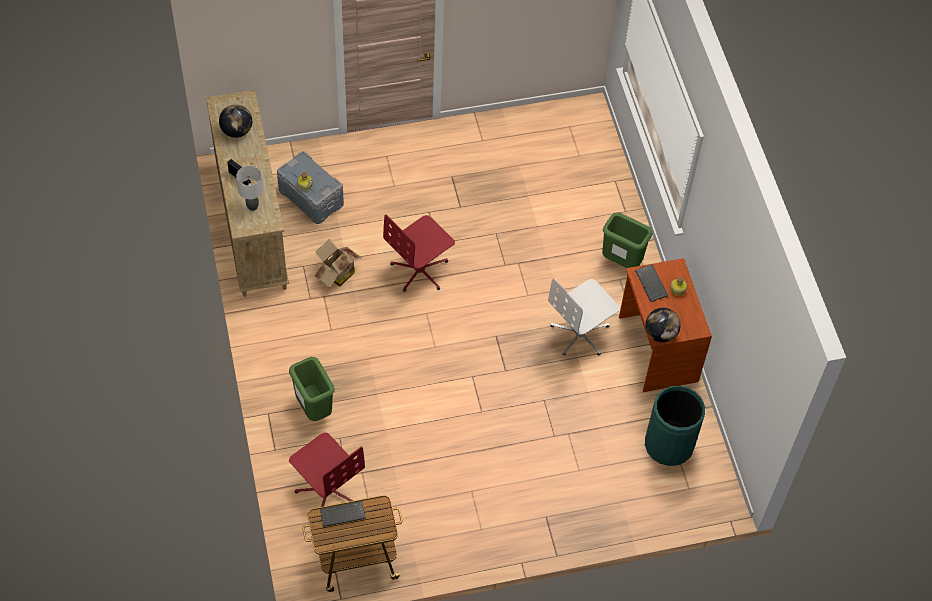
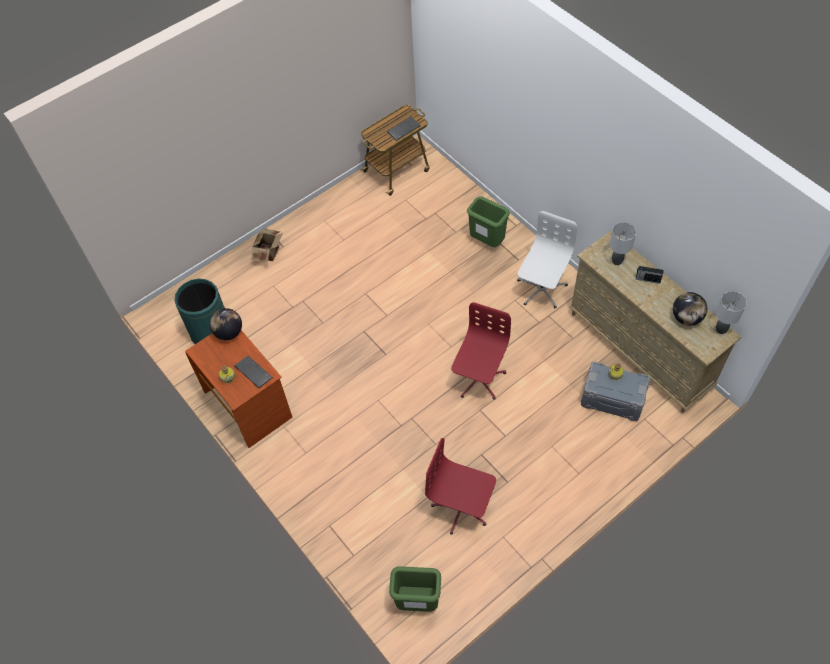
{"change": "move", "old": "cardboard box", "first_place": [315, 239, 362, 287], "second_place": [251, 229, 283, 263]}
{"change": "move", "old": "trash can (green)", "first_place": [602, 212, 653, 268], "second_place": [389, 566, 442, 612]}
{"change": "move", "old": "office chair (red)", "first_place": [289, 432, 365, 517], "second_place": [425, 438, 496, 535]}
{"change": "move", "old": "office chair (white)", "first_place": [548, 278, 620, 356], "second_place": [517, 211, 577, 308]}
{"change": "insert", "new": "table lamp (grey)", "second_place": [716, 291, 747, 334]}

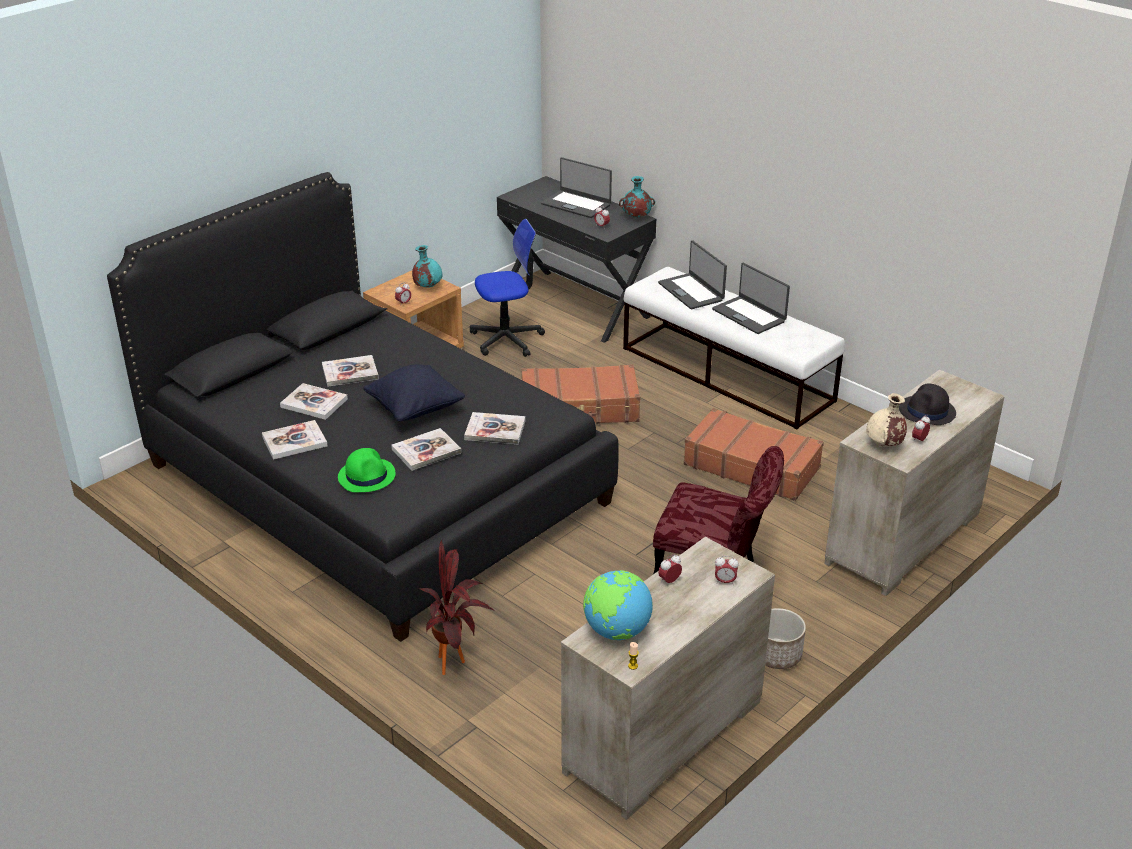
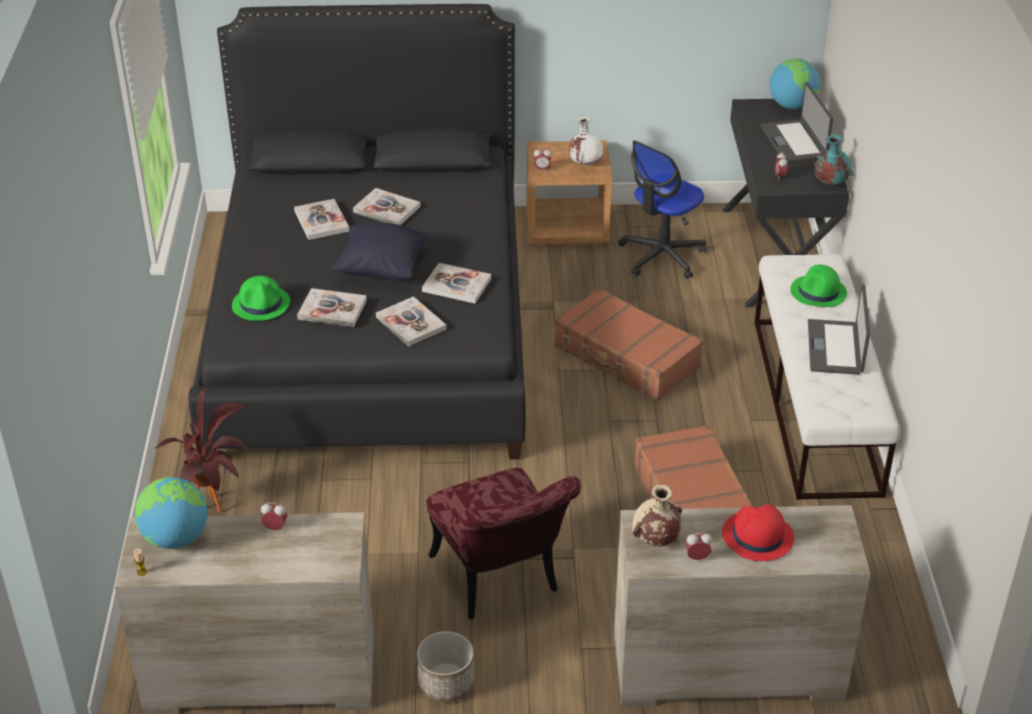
{"change": "move", "old": "book", "first_place": [262, 420, 327, 460], "second_place": [422, 263, 491, 304]}
{"change": "recolor", "old": "vase (turquoise)", "new": "vase (white)", "first_place": [412, 245, 442, 287], "second_place": [569, 117, 603, 165]}
{"change": "rotate", "old": "office chair", "first_place": [470, 219, 545, 357], "second_place": [618, 140, 707, 279], "degrees": 105}
{"change": "recolor", "old": "hat (black)", "new": "hat (red)", "first_place": [899, 383, 956, 425], "second_place": [722, 504, 794, 561]}
{"change": "insert", "new": "globe", "second_place": [770, 58, 820, 109]}
{"change": "replace", "old": "laptop", "new": "hat (green)", "first_place": [658, 240, 727, 309], "second_place": [790, 265, 847, 307]}
{"change": "delete", "old": "alarm clock", "first_place": [715, 555, 739, 585]}

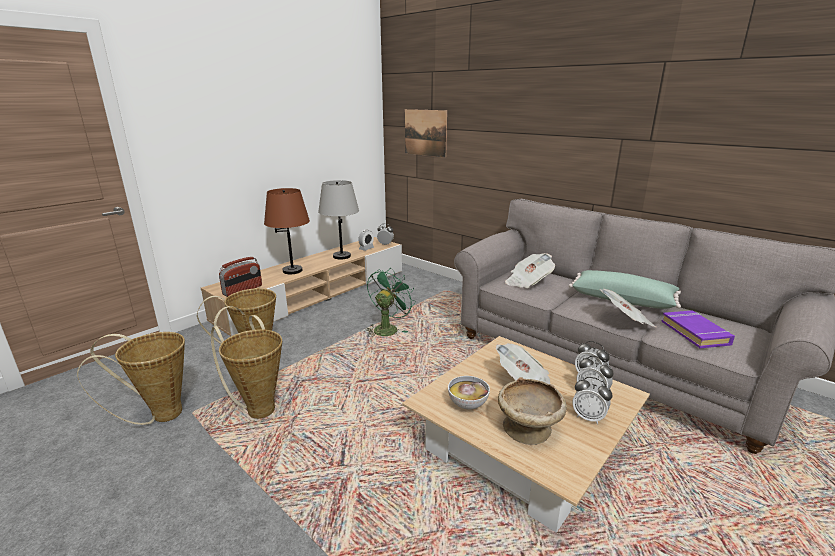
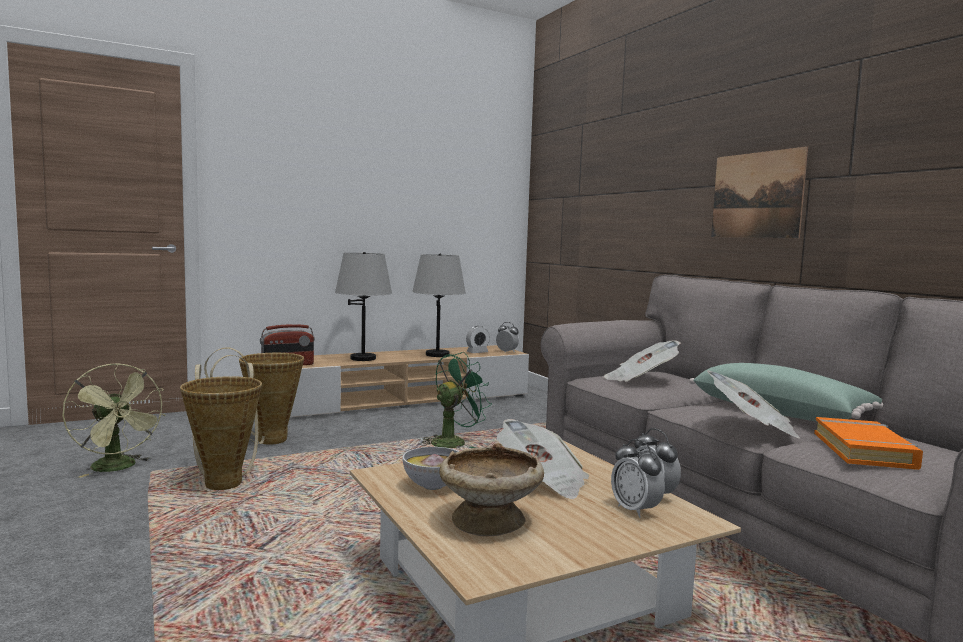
{"change": "replace", "old": "basket", "new": "fan (green)", "first_place": [77, 332, 185, 425], "second_place": [62, 363, 166, 478]}
{"change": "recolor", "old": "table lamp (brown)", "new": "table lamp (grey)", "first_place": [264, 188, 310, 274], "second_place": [335, 252, 392, 361]}
{"change": "move", "old": "picture", "first_place": [405, 109, 447, 158], "second_place": [711, 146, 808, 238]}
{"change": "recolor", "old": "book (purple)", "new": "book (orange)", "first_place": [661, 310, 735, 348], "second_place": [814, 417, 923, 470]}
{"change": "delete", "old": "alarm clock", "first_place": [572, 377, 612, 425]}

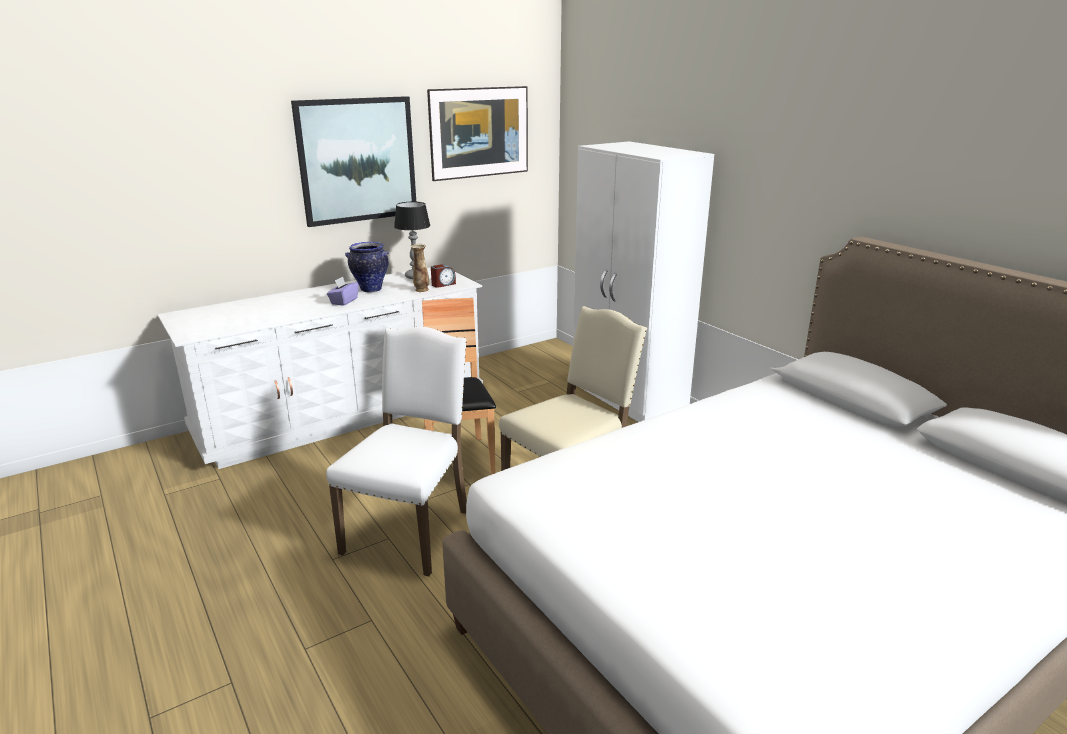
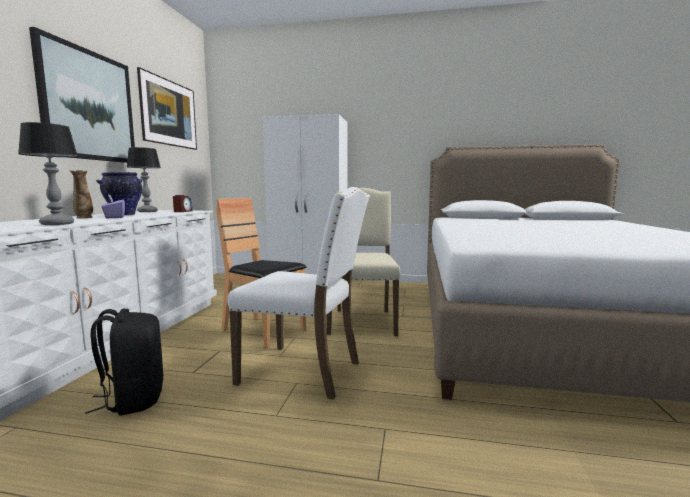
{"change": "insert", "new": "table lamp", "second_place": [18, 122, 78, 225]}
{"change": "move", "old": "vase", "first_place": [411, 244, 429, 292], "second_place": [69, 170, 93, 218]}
{"change": "insert", "new": "backpack (black)", "second_place": [85, 309, 163, 416]}
{"change": "rotate", "old": "chair (white)", "first_place": [326, 327, 467, 576], "second_place": [227, 187, 370, 400], "degrees": 135}

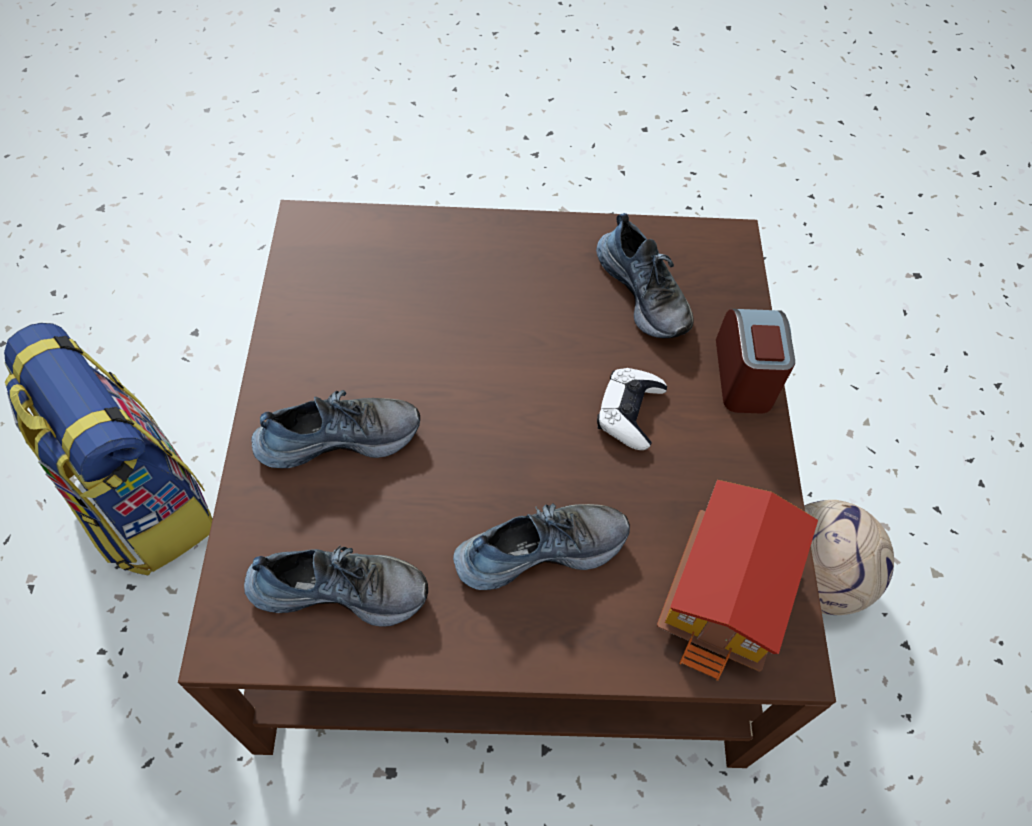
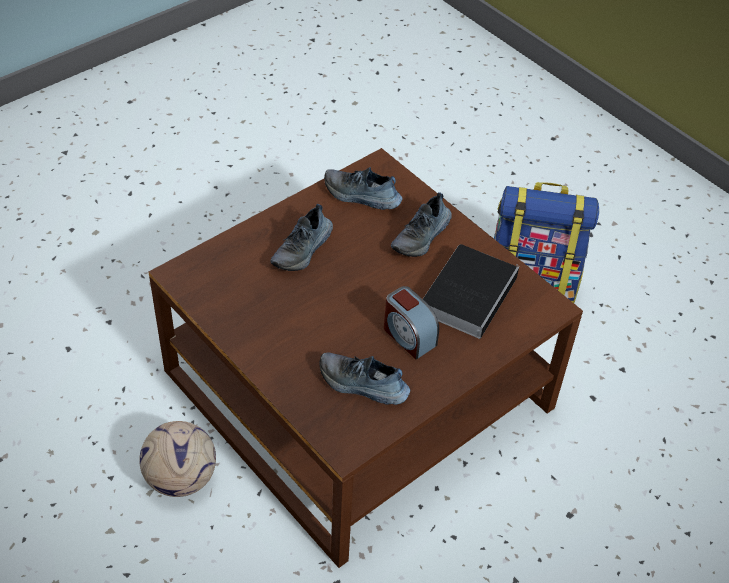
{"change": "rotate", "old": "shoe", "first_place": [244, 545, 428, 627], "second_place": [324, 167, 403, 210], "degrees": 60}
{"change": "move", "old": "alarm clock", "first_place": [716, 309, 795, 413], "second_place": [384, 286, 439, 359]}
{"change": "insert", "new": "book", "second_place": [423, 244, 519, 339]}
{"change": "delete", "old": "game controller (white)", "first_place": [597, 368, 667, 450]}
{"change": "delete", "old": "toy house", "first_place": [657, 480, 818, 681]}

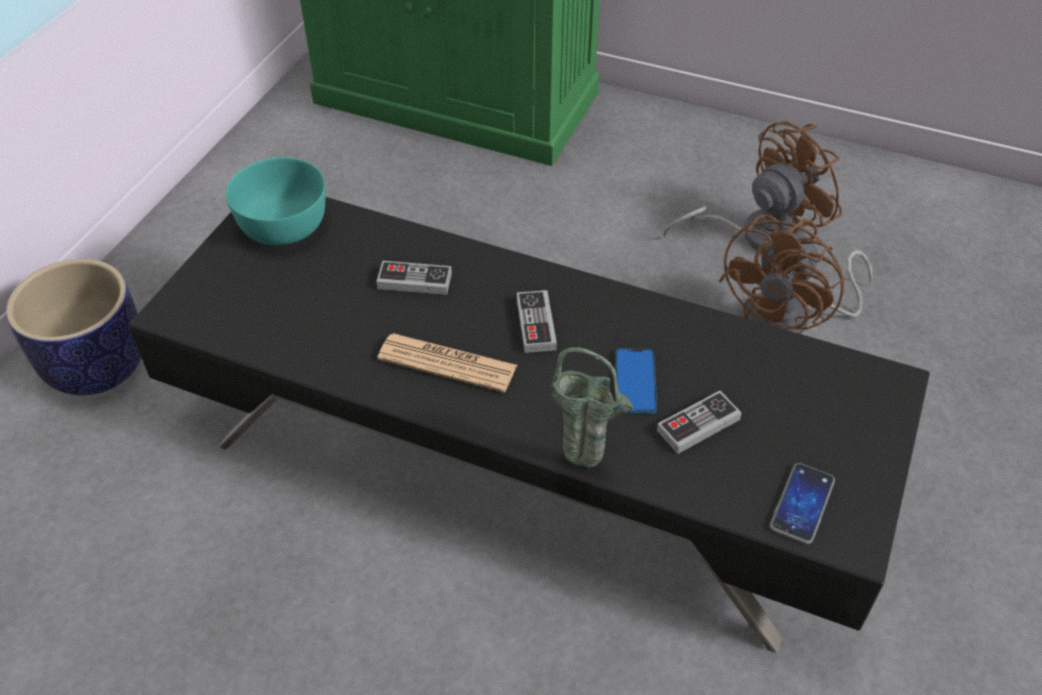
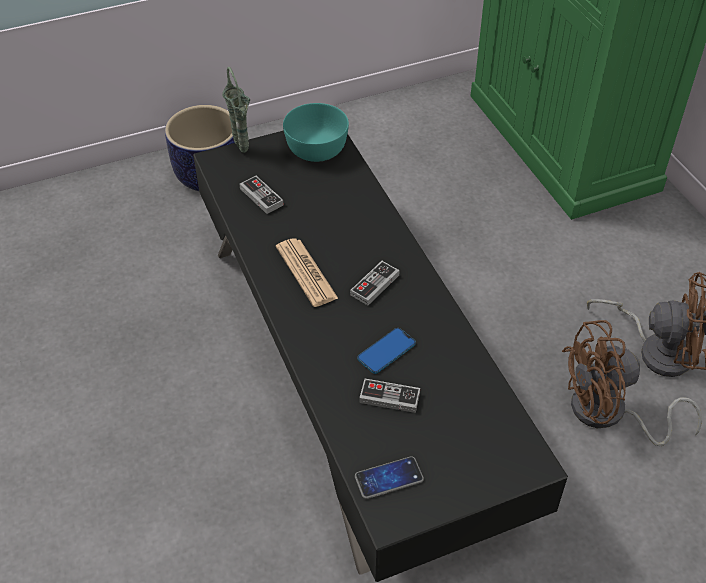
{"change": "move", "old": "vase (green)", "first_place": [551, 347, 633, 468], "second_place": [222, 67, 250, 153]}
{"change": "move", "old": "game controller", "first_place": [376, 261, 452, 295], "second_place": [239, 176, 284, 214]}

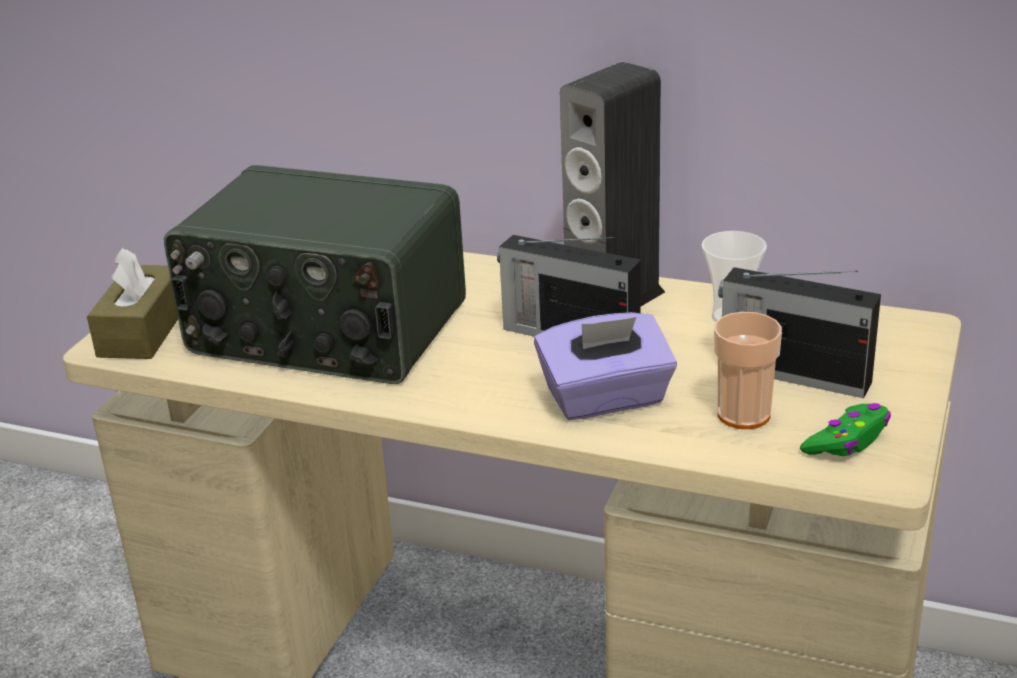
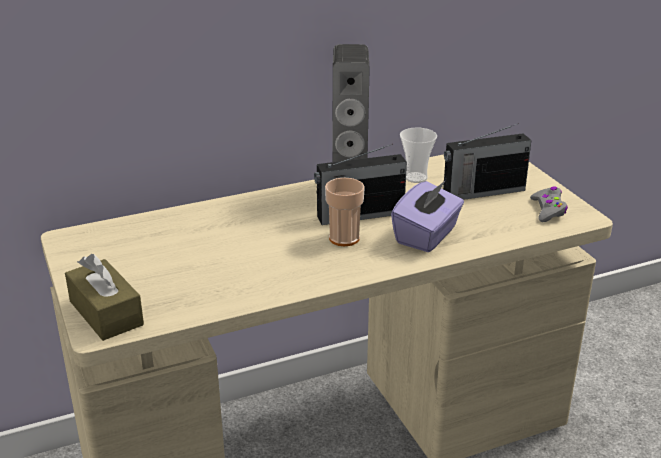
{"change": "move", "old": "cup", "first_place": [714, 312, 782, 429], "second_place": [325, 178, 365, 246]}
{"change": "recolor", "old": "game controller (green)", "new": "game controller (grey)", "first_place": [800, 403, 891, 456], "second_place": [530, 186, 568, 222]}
{"change": "delete", "old": "radio", "first_place": [164, 165, 466, 384]}

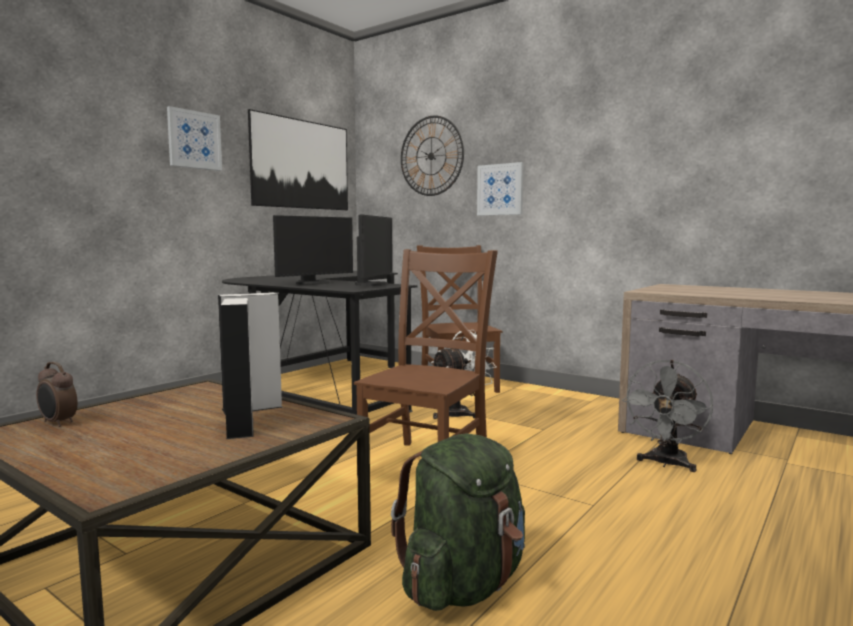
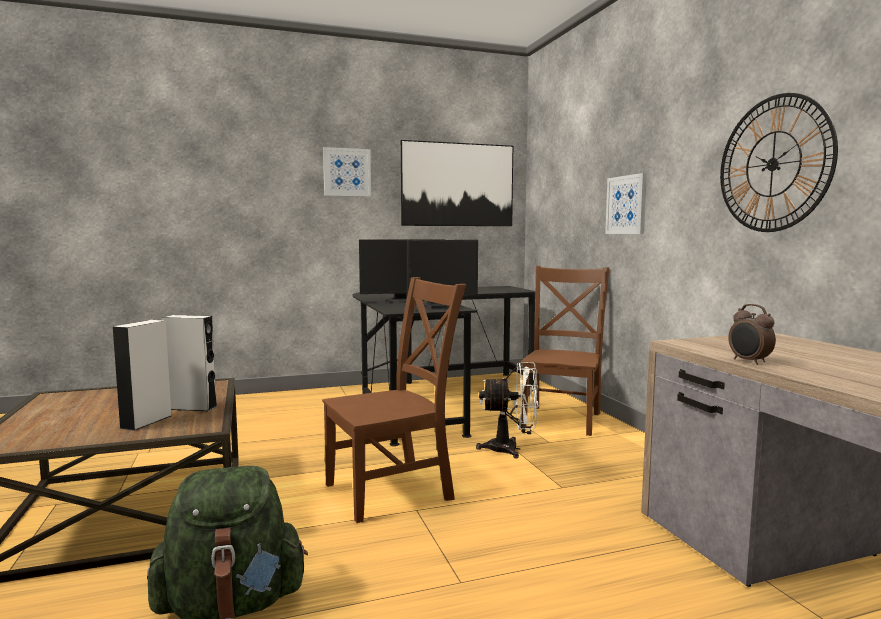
{"change": "move", "old": "wall clock", "first_place": [401, 115, 464, 196], "second_place": [720, 93, 838, 232]}
{"change": "move", "old": "alarm clock", "first_place": [36, 362, 77, 427], "second_place": [728, 304, 776, 365]}
{"change": "delete", "old": "fan (grey)", "first_place": [622, 360, 713, 472]}

